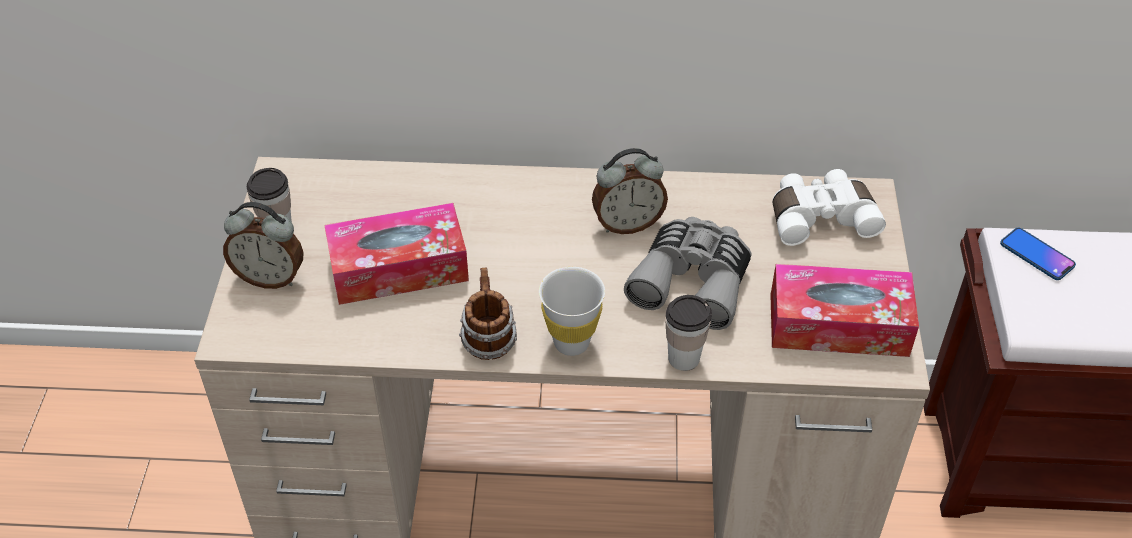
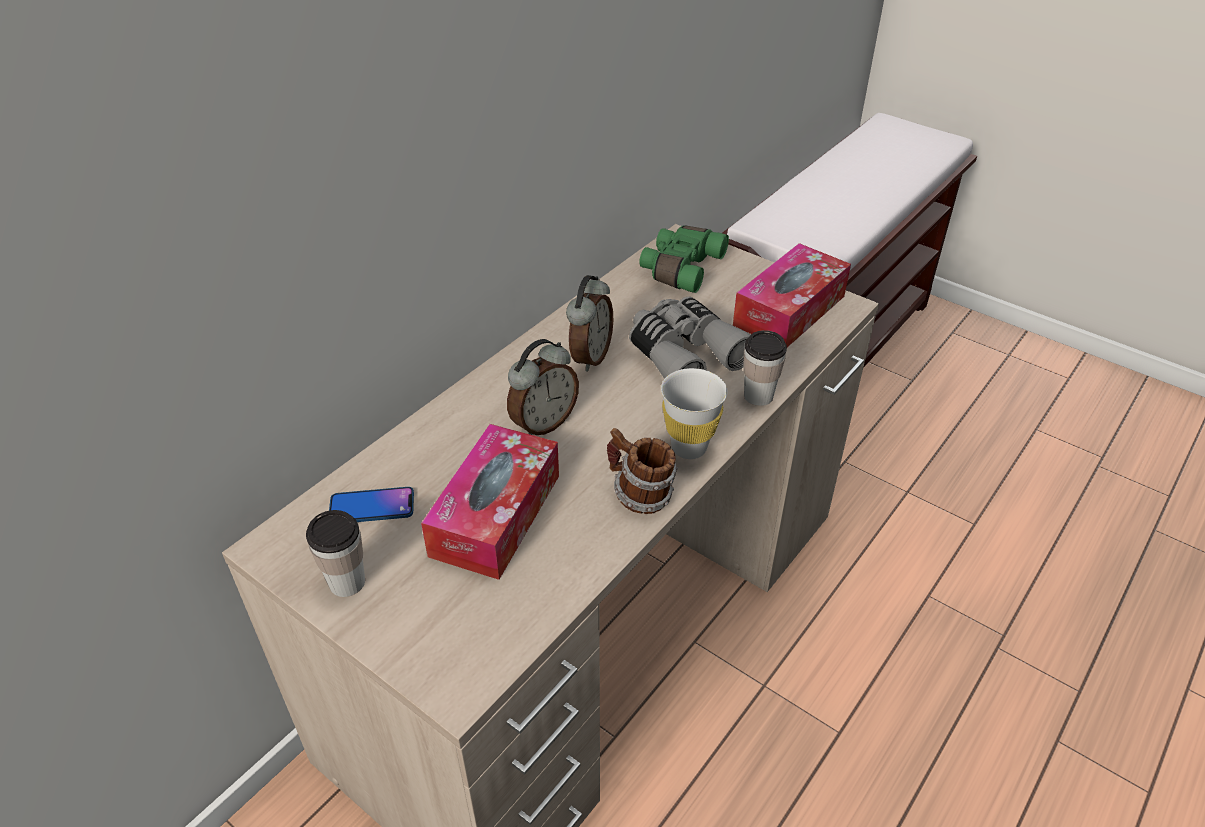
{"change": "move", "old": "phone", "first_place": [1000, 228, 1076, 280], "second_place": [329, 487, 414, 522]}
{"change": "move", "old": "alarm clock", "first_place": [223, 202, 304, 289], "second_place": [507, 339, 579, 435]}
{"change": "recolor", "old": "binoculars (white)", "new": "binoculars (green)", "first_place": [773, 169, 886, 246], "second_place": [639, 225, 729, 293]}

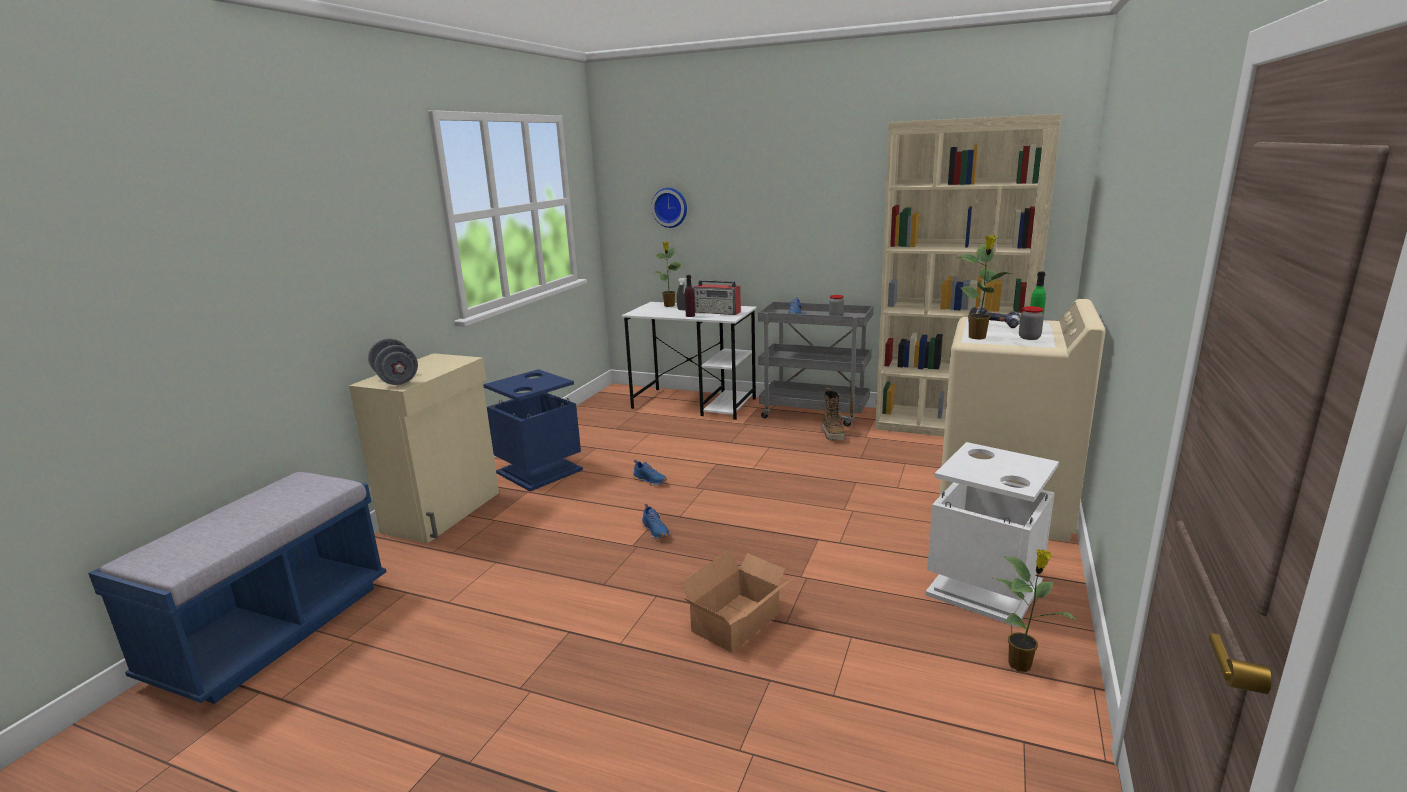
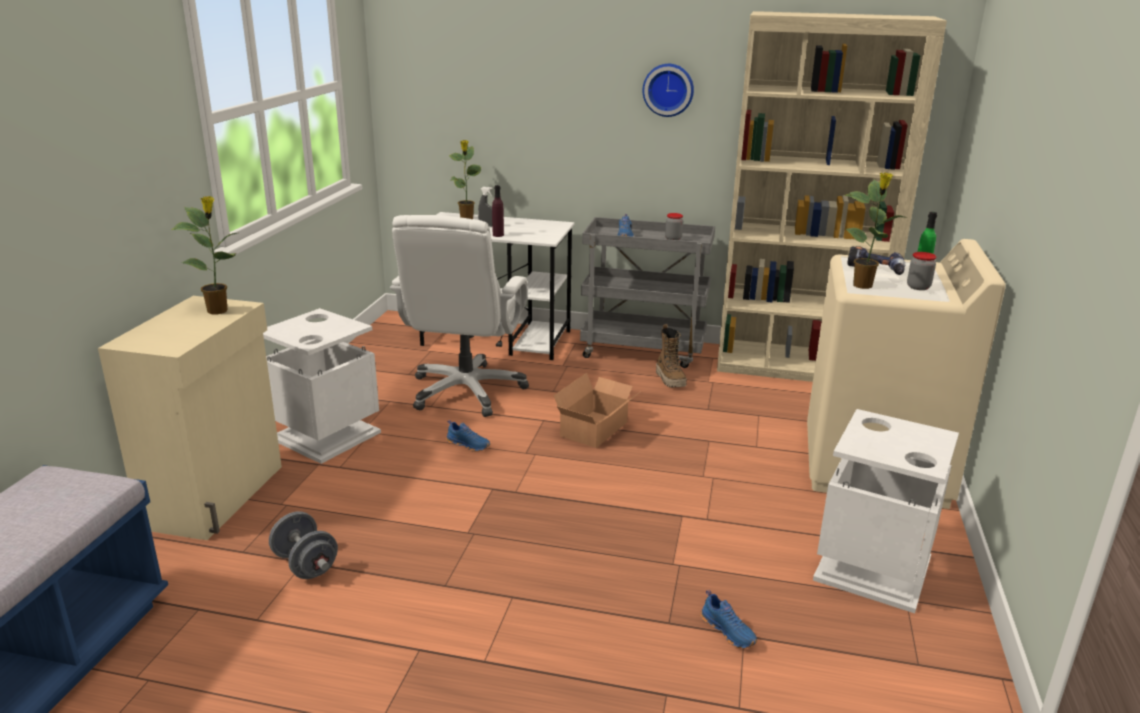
{"change": "move", "old": "potted plant", "first_place": [993, 549, 1078, 672], "second_place": [172, 196, 237, 314]}
{"change": "recolor", "old": "trash can (blue)", "new": "trash can (white)", "first_place": [483, 369, 583, 491], "second_place": [263, 308, 381, 464]}
{"change": "move", "old": "dumbbell (grey)", "first_place": [368, 338, 418, 385], "second_place": [269, 511, 338, 579]}
{"change": "insert", "new": "office chair (white)", "second_place": [390, 215, 529, 417]}
{"change": "move", "old": "cardboard box", "first_place": [681, 548, 792, 653], "second_place": [554, 373, 640, 448]}
{"change": "move", "old": "wall clock", "first_place": [651, 188, 687, 228], "second_place": [643, 64, 694, 117]}
{"change": "move", "old": "shoe (blue)", "first_place": [642, 504, 670, 539], "second_place": [700, 590, 757, 649]}
{"change": "delete", "old": "radio", "first_place": [694, 280, 741, 315]}

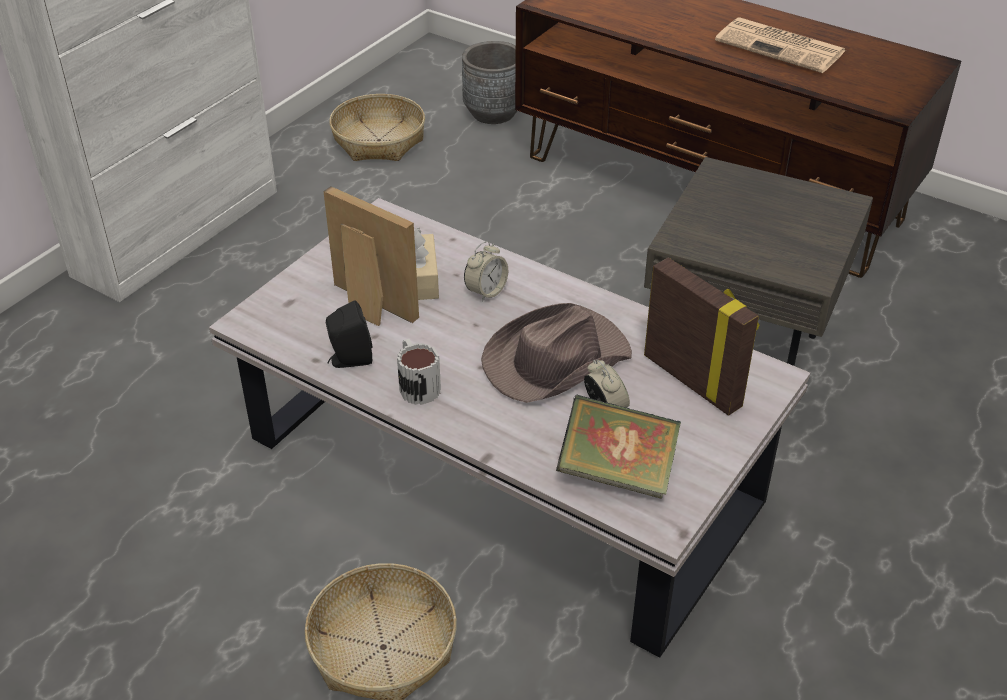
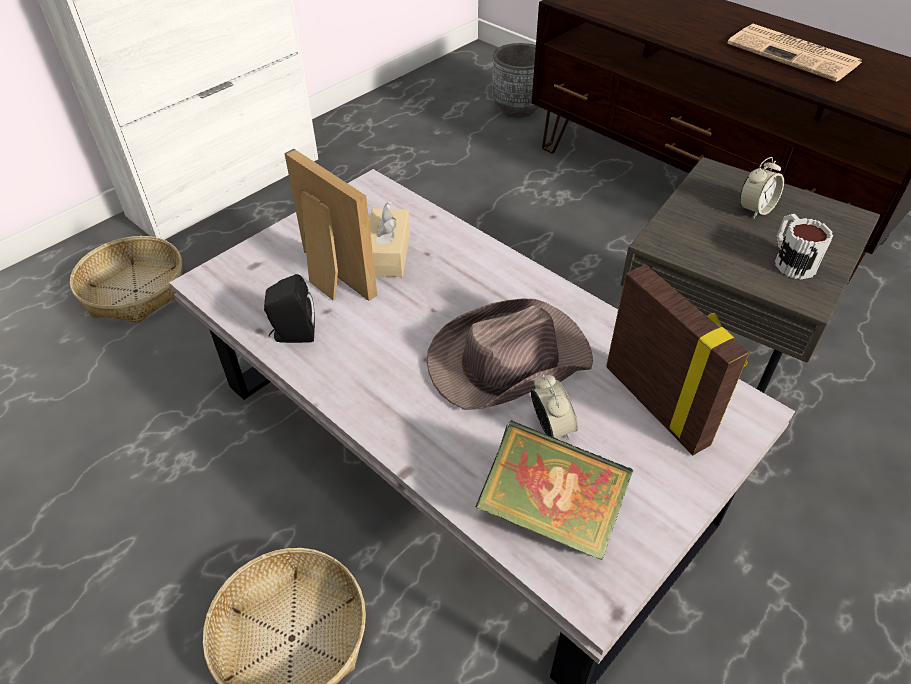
{"change": "move", "old": "basket", "first_place": [329, 94, 425, 161], "second_place": [70, 236, 182, 323]}
{"change": "move", "old": "alarm clock", "first_place": [464, 241, 508, 302], "second_place": [740, 157, 784, 219]}
{"change": "move", "old": "mug", "first_place": [397, 339, 441, 405], "second_place": [775, 214, 833, 280]}

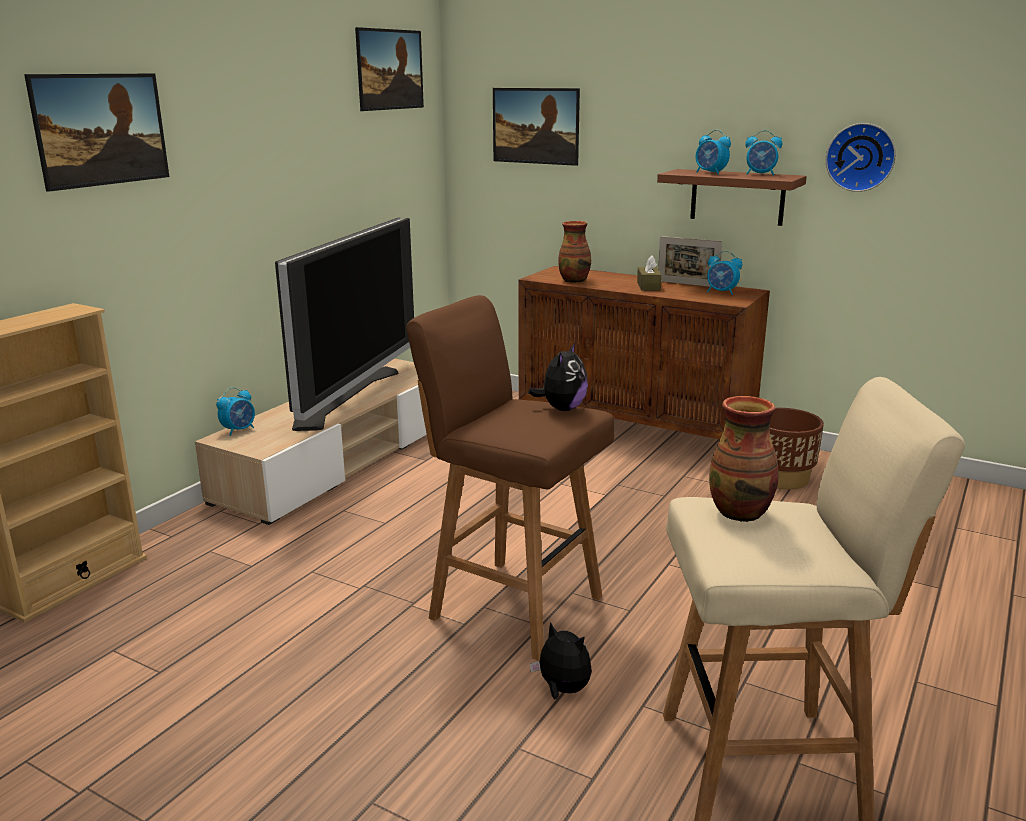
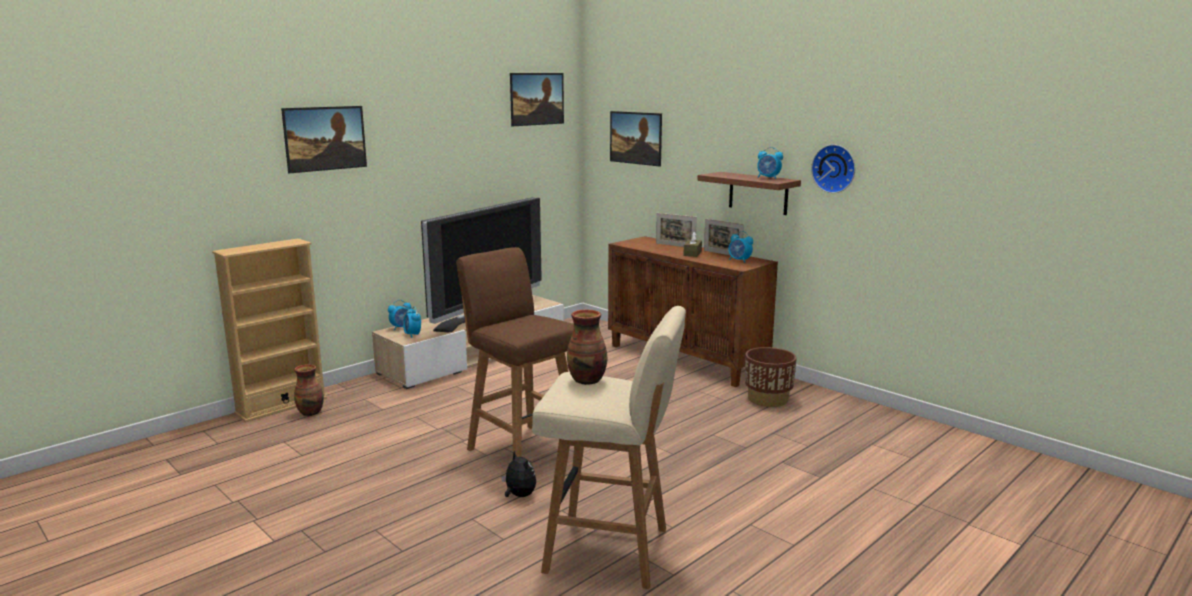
{"change": "move", "old": "vase", "first_place": [558, 221, 591, 283], "second_place": [294, 364, 324, 416]}
{"change": "move", "old": "alarm clock", "first_place": [696, 130, 731, 175], "second_place": [403, 306, 421, 338]}
{"change": "insert", "new": "picture frame", "second_place": [656, 213, 697, 247]}
{"change": "delete", "old": "plush toy", "first_place": [529, 343, 588, 411]}

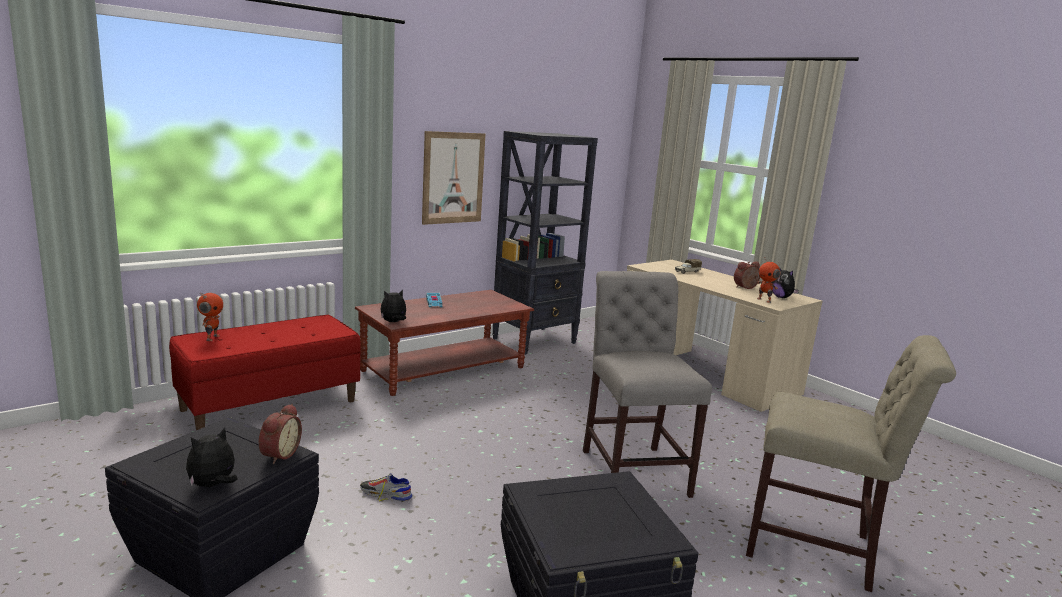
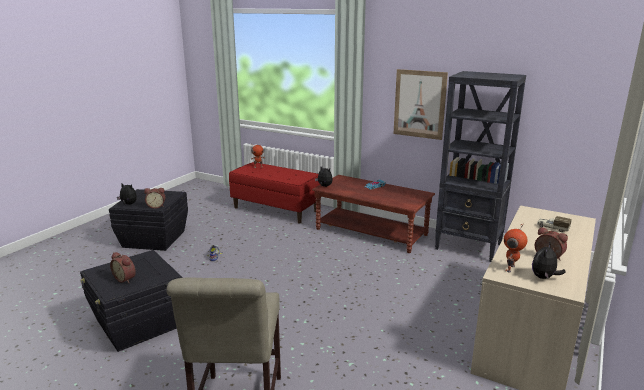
{"change": "insert", "new": "alarm clock", "second_place": [110, 252, 136, 283]}
{"change": "delete", "old": "chair (grey)", "first_place": [583, 271, 712, 498]}

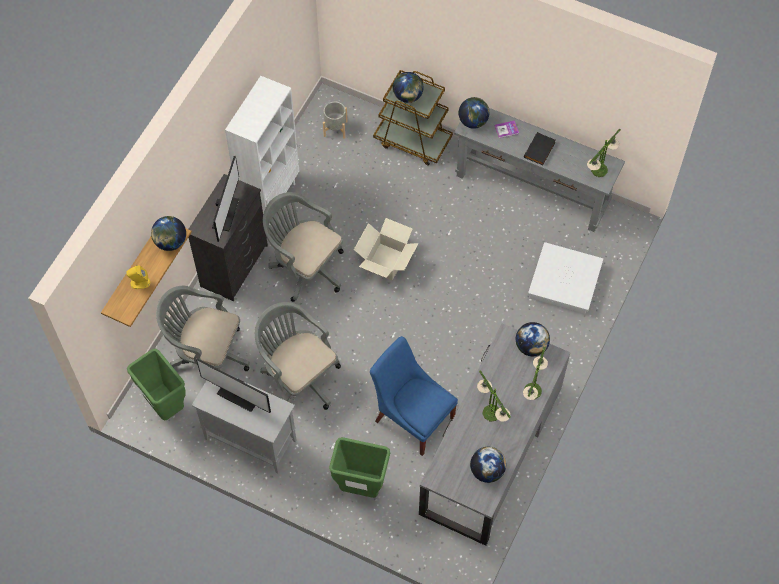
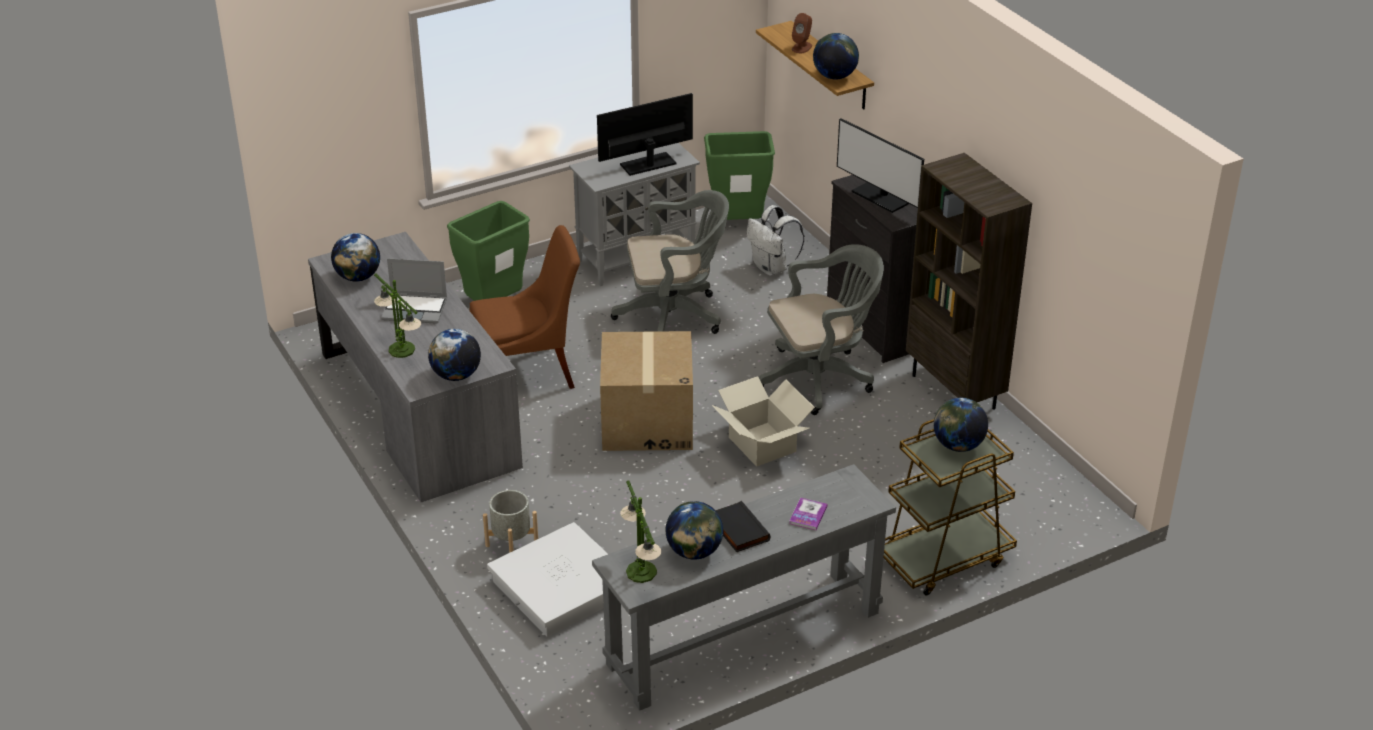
{"change": "replace", "old": "table lamp", "new": "laptop", "first_place": [477, 370, 511, 422], "second_place": [381, 258, 447, 324]}
{"change": "recolor", "old": "chair (blue)", "new": "chair (brown)", "first_place": [370, 336, 458, 456], "second_place": [469, 225, 580, 389]}
{"change": "move", "old": "planter (grey)", "first_place": [323, 102, 348, 139], "second_place": [483, 490, 538, 553]}
{"change": "insert", "new": "cardboard box", "second_place": [600, 331, 693, 451]}
{"change": "move", "old": "globe", "first_place": [459, 97, 489, 129], "second_place": [666, 501, 723, 560]}
{"change": "replace", "old": "office chair (grey)", "new": "backpack (white)", "first_place": [156, 286, 250, 371], "second_place": [747, 205, 804, 276]}
{"change": "recolor", "old": "speaker (yellow)", "new": "speaker (brown)", "first_place": [126, 265, 150, 289], "second_place": [792, 13, 812, 53]}
{"change": "recolor", "old": "bookcase (white)", "new": "bookcase (brown)", "first_place": [225, 76, 299, 225], "second_place": [906, 153, 1032, 410]}

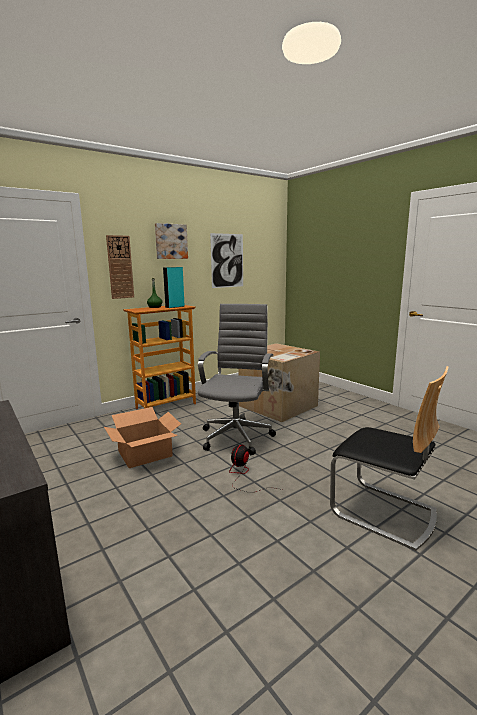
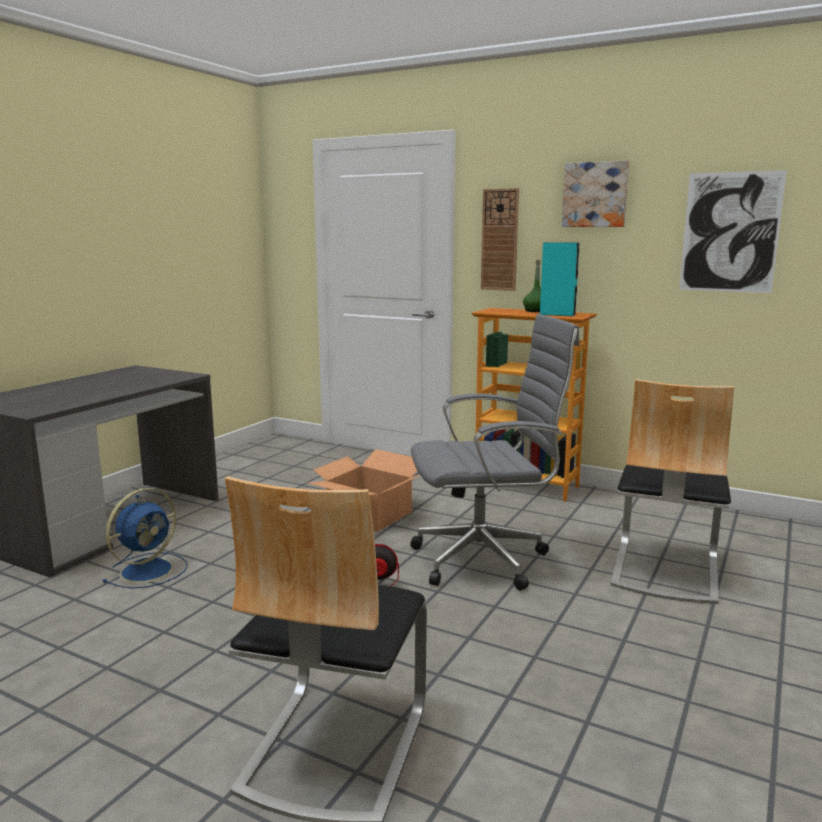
{"change": "insert", "new": "fan (blue)", "second_place": [102, 488, 188, 589]}
{"change": "replace", "old": "cardboard box", "new": "chair", "first_place": [239, 343, 320, 422], "second_place": [610, 379, 734, 604]}

